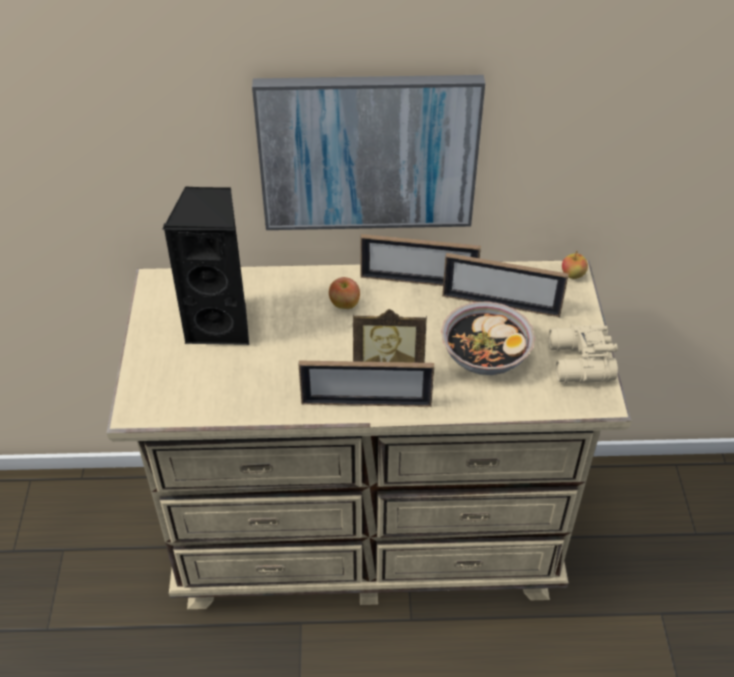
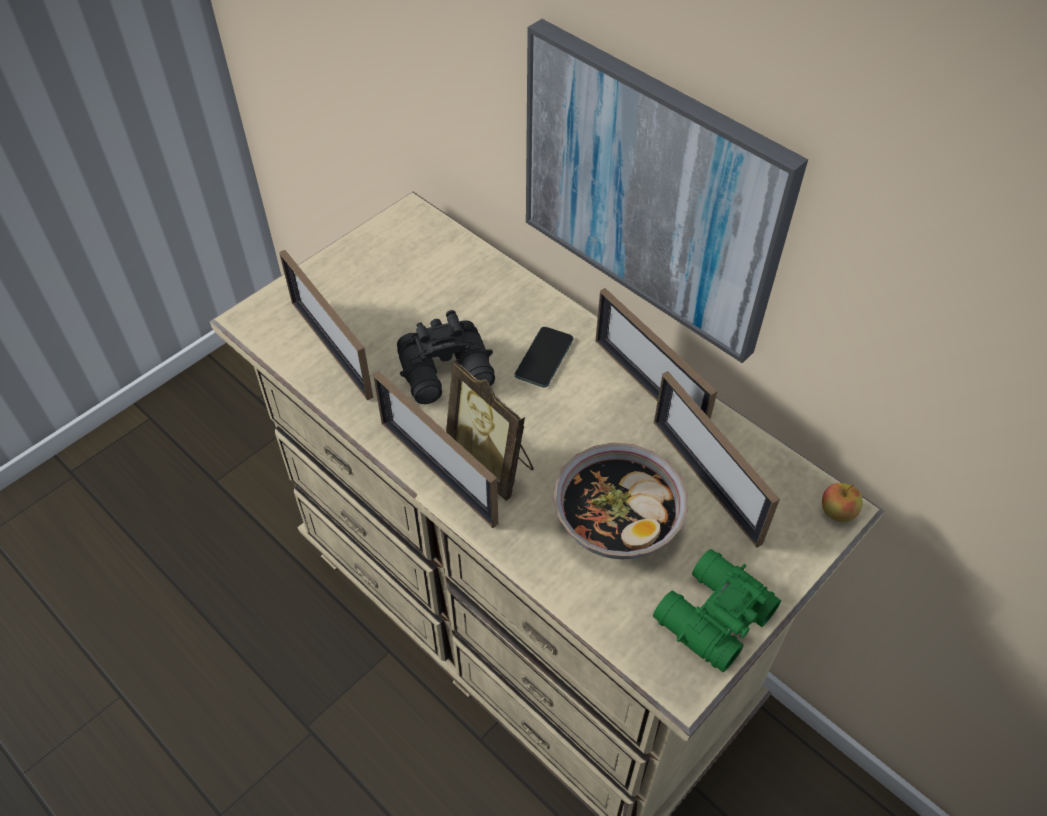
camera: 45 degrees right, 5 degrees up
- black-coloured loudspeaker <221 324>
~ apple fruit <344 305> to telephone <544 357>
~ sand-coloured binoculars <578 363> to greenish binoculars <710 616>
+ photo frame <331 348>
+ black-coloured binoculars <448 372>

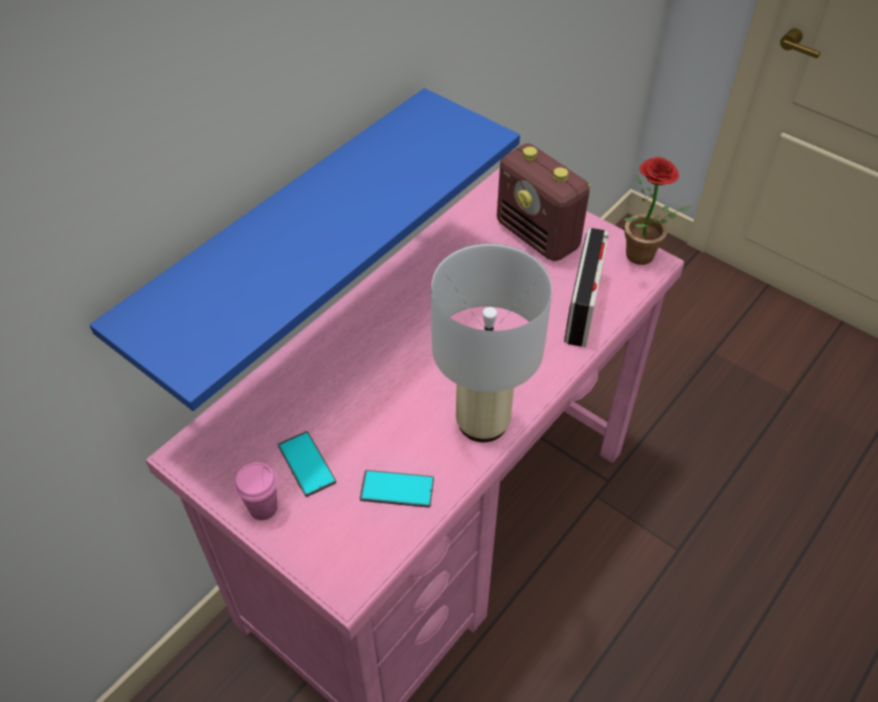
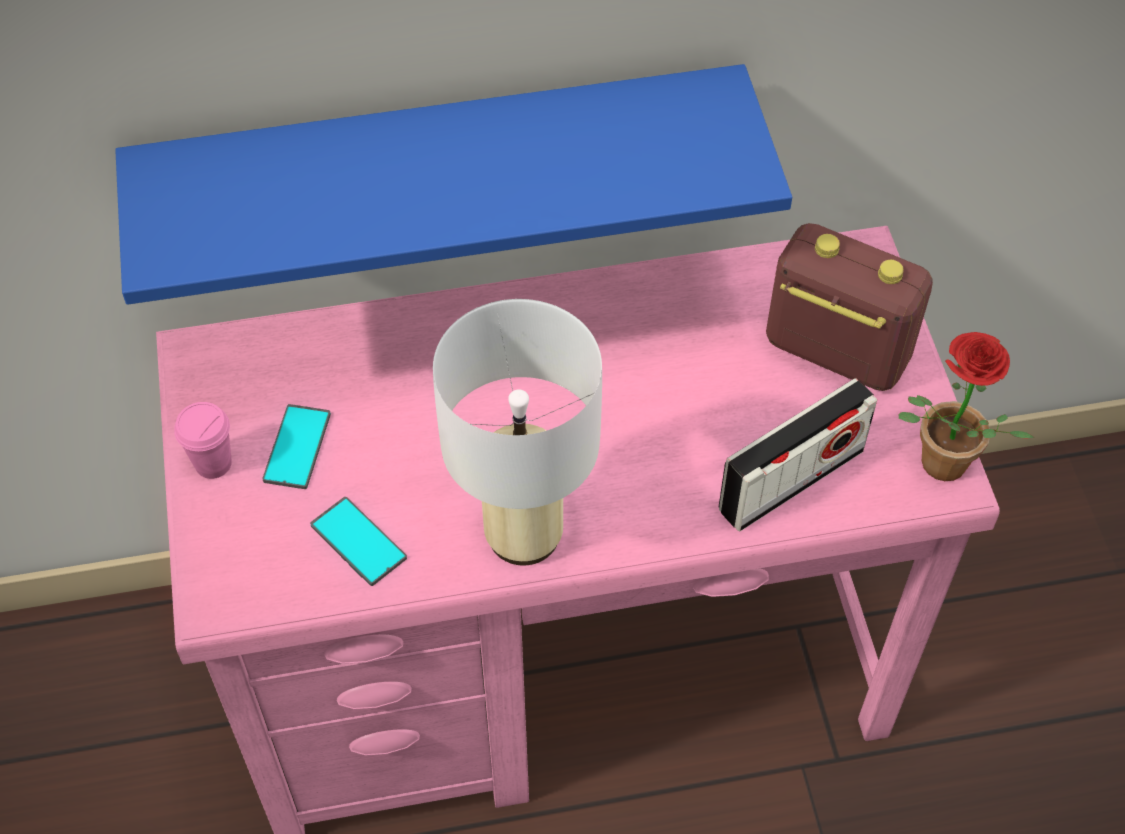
camera: 40 degrees right, 5 degrees up
~ radio <538 236> = <834 351> 120 degrees clockwise

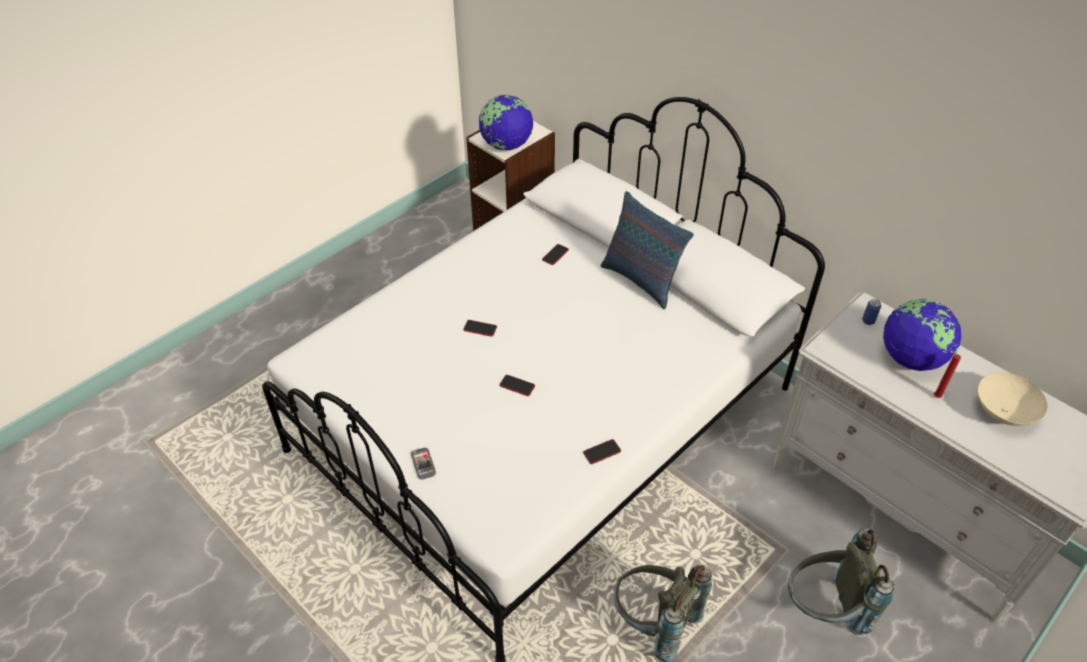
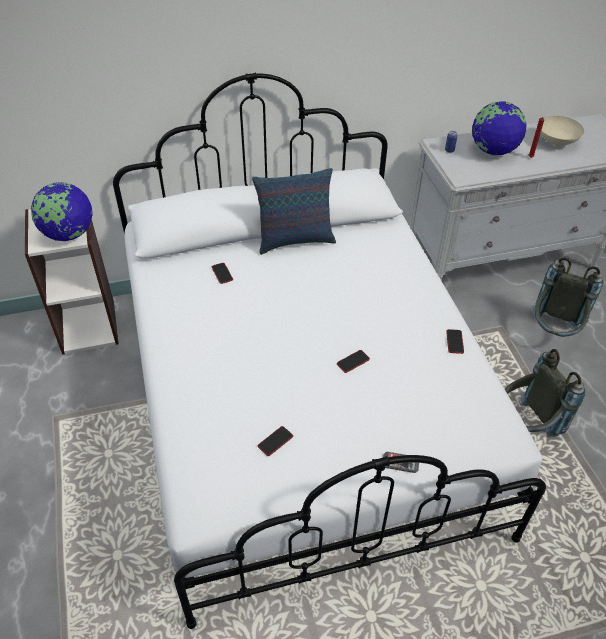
camera: 60 degrees left, 0 degrees up
~ telephone <480 328> to <275 441>

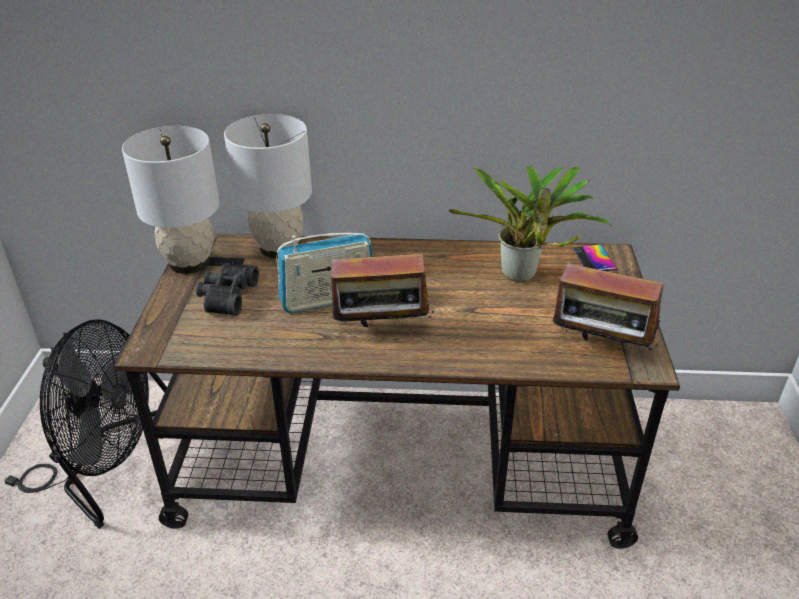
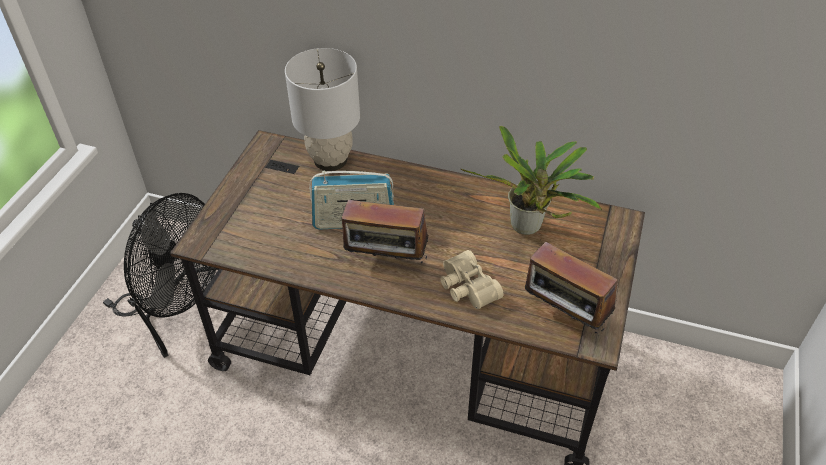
camera: 15 degrees right, 10 degrees up
- white-coloured tabletop lamp <190 262>
- telephone <594 259>
- black-coloured binoculars <226 296>
+ sand-coloured binoculars <466 288>

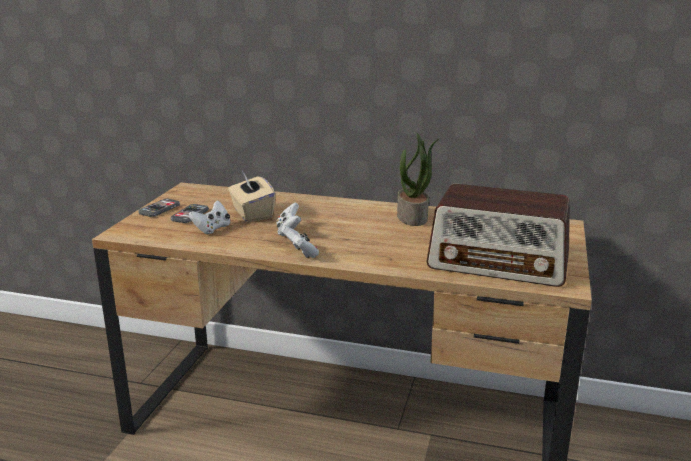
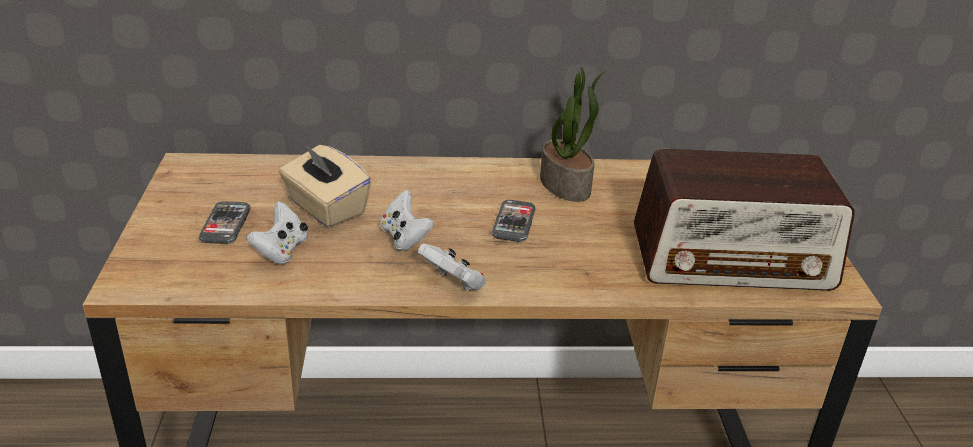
camera: 20 degrees left, 10 degrees up
~ telephone <159 209> to <513 223>

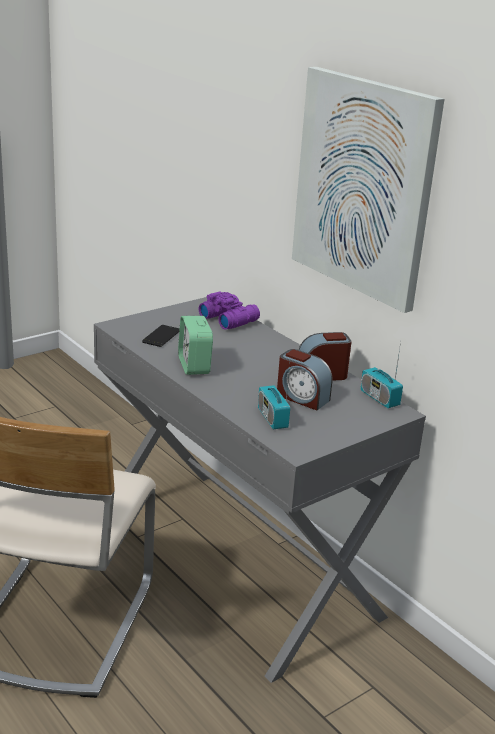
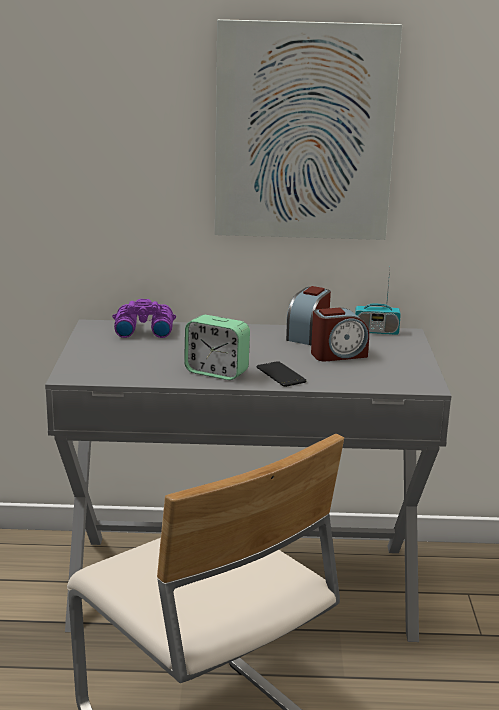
camera: 50 degrees left, 5 degrees down
~ telephone <161 336> to <281 375>
- radio <272 418>

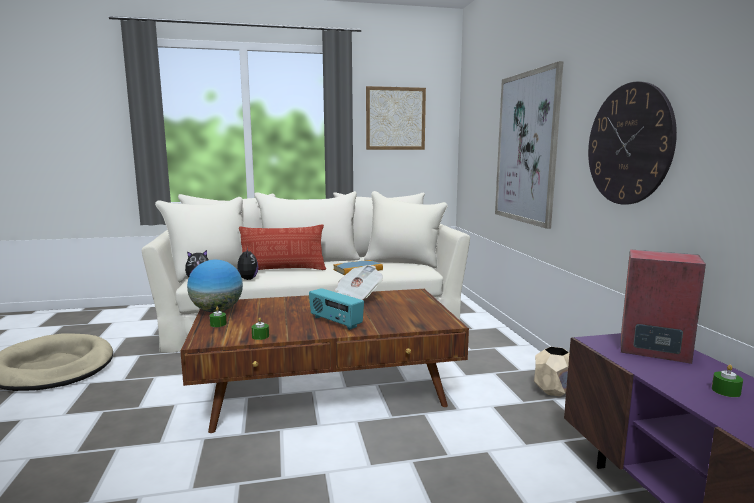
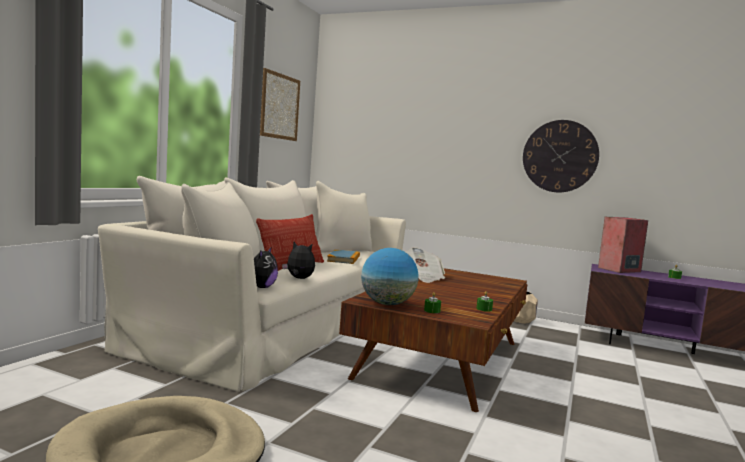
camera: 55 degrees left, 5 degrees down
- wall picture <526 148>
- radio <335 322>

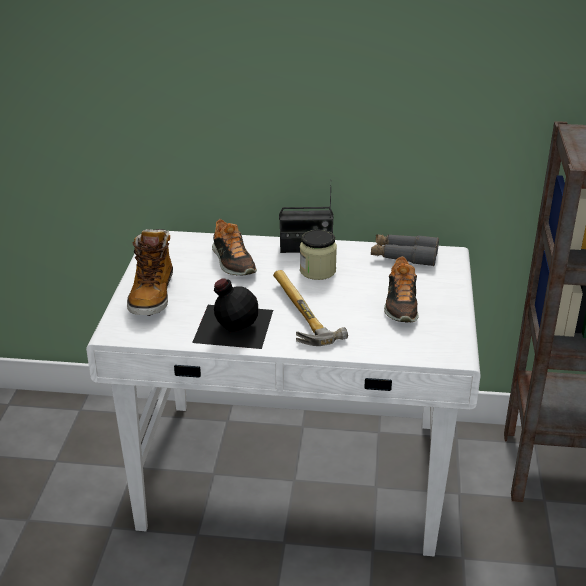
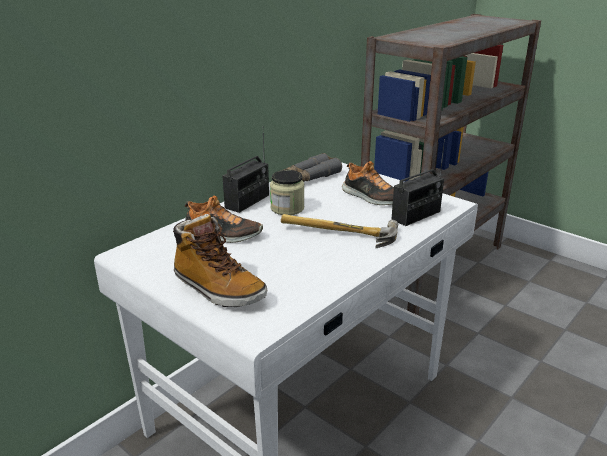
camera: 55 degrees left, 5 degrees down
- black-coloured drink bottle <232 325>
+ radio <416 215>

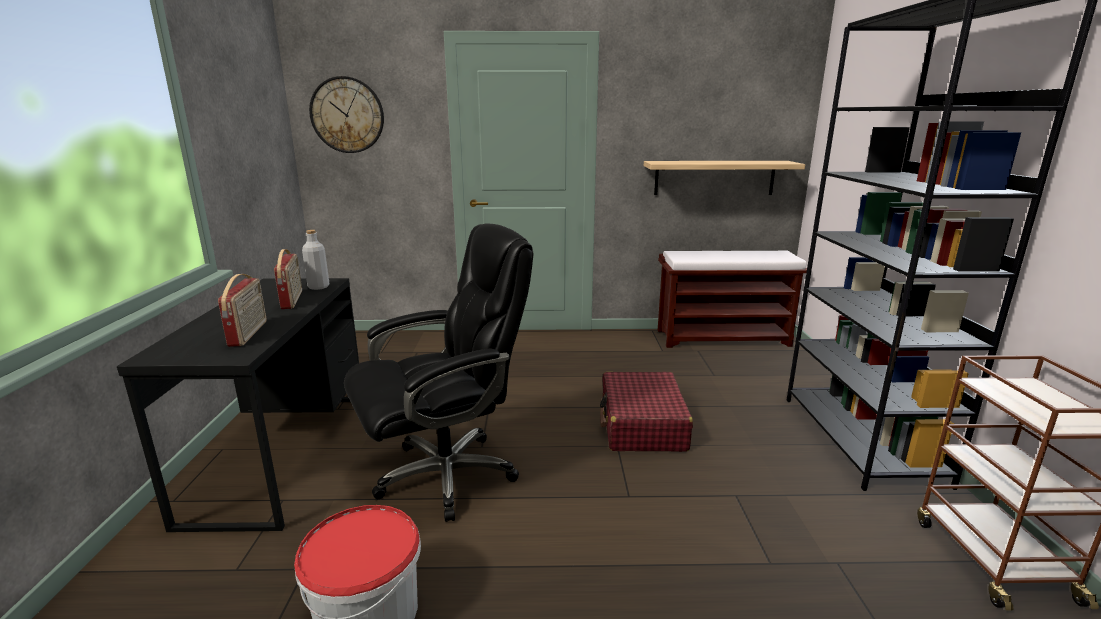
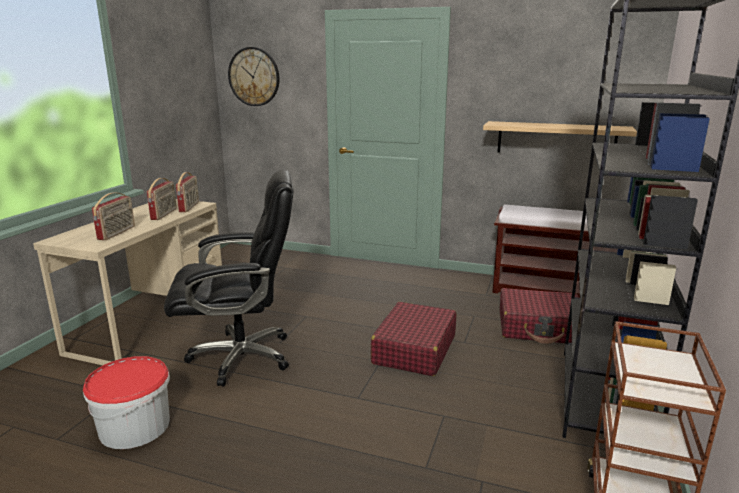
camera: 20 degrees right, 0 degrees up
~ greyish drink bottle <318 287> to radio <189 207>
~ black-coloured desk table <284 453> to sand-coloured desk table <151 322>
+ red piece of luggage <539 328>

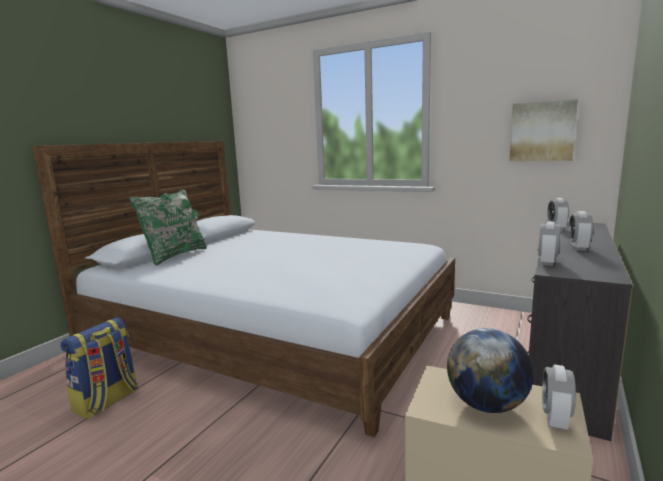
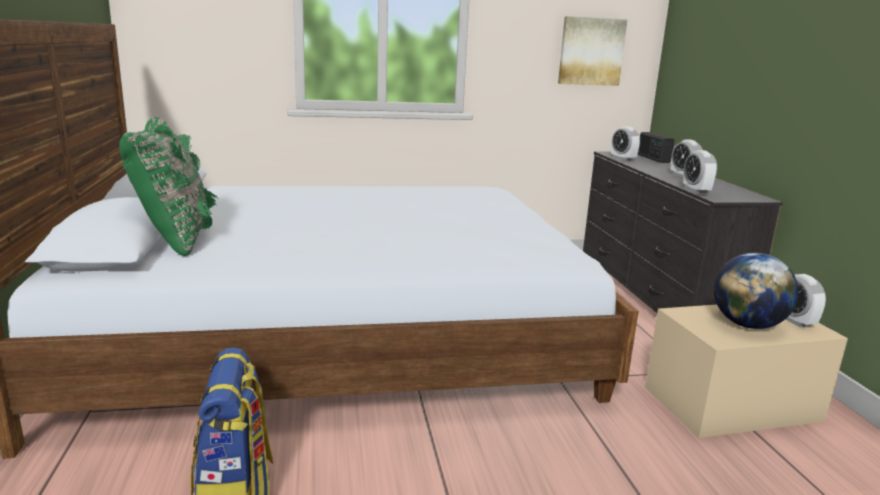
camera: 40 degrees left, 5 degrees up
+ radio <653 158>

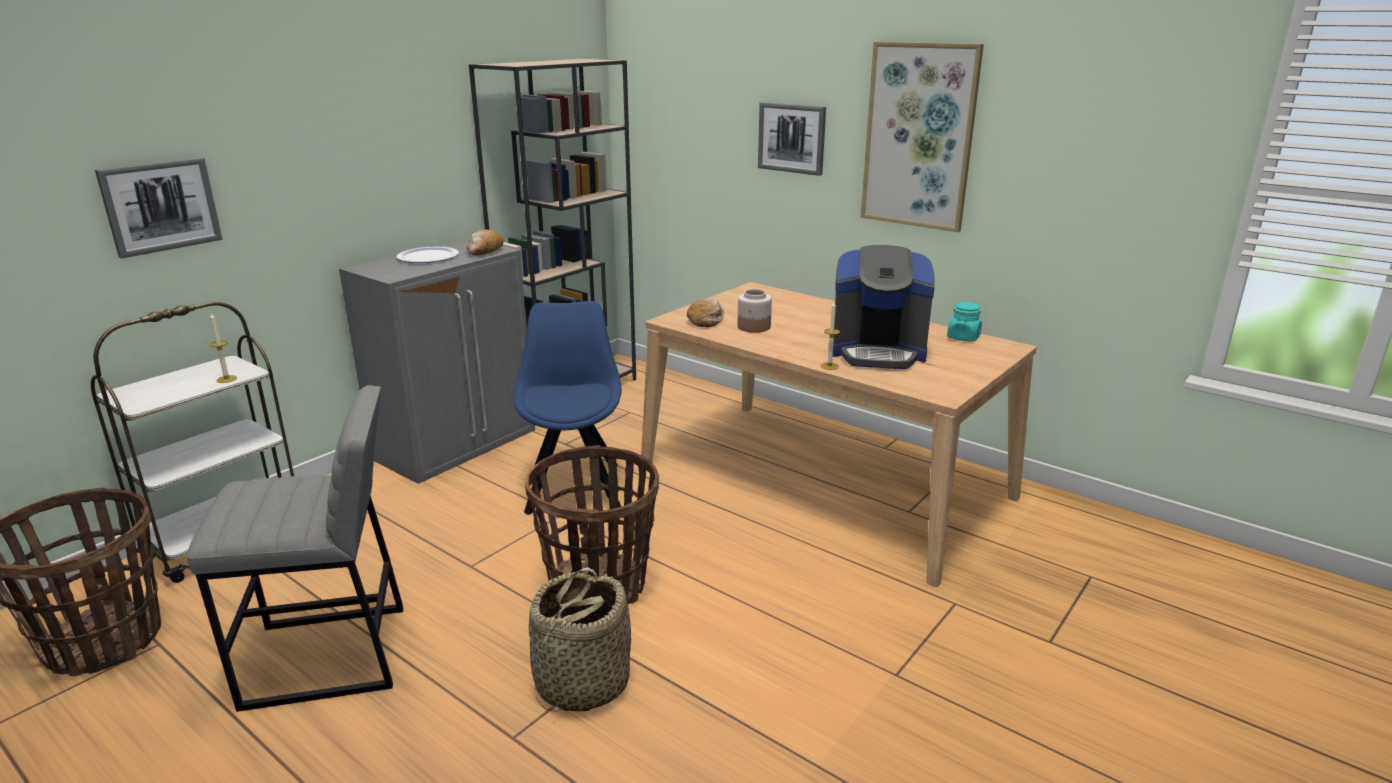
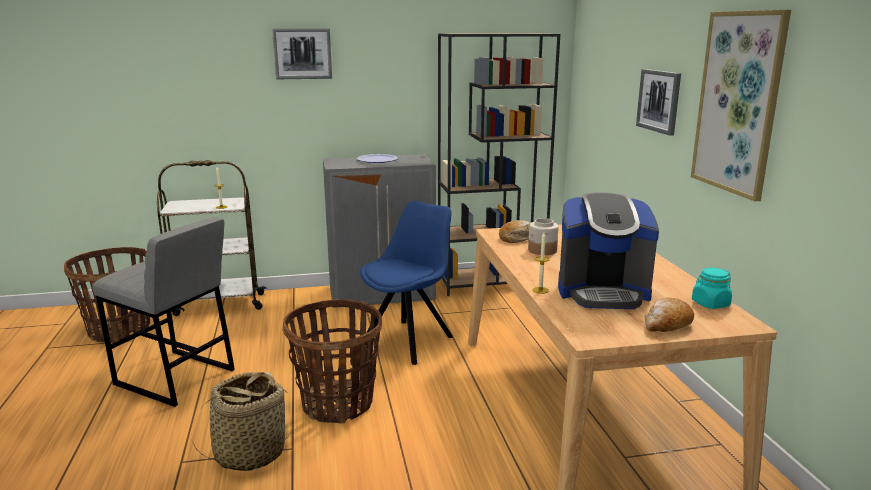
camera: 40 degrees right, 5 degrees down
~ wall picture <160 206> to <302 53>
~ bakery bread <484 251> to <667 324>
~ coffee maker <878 352> = <603 292> 45 degrees counterclockwise

